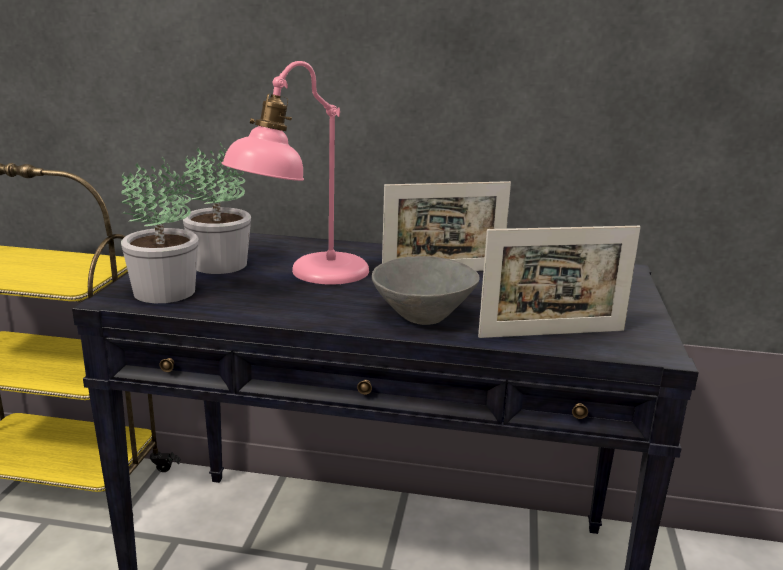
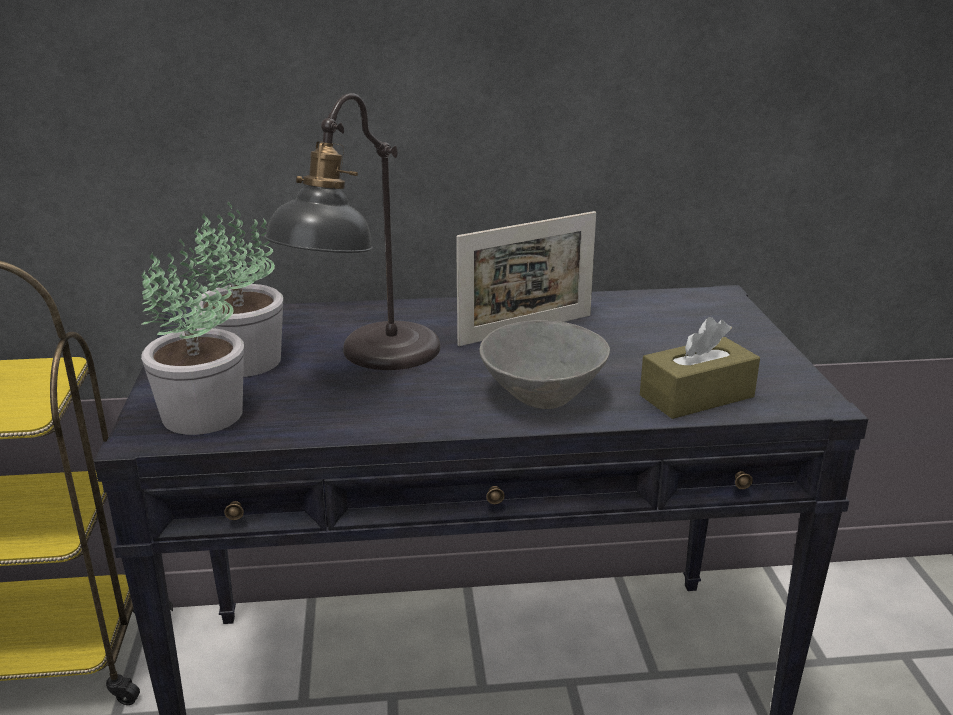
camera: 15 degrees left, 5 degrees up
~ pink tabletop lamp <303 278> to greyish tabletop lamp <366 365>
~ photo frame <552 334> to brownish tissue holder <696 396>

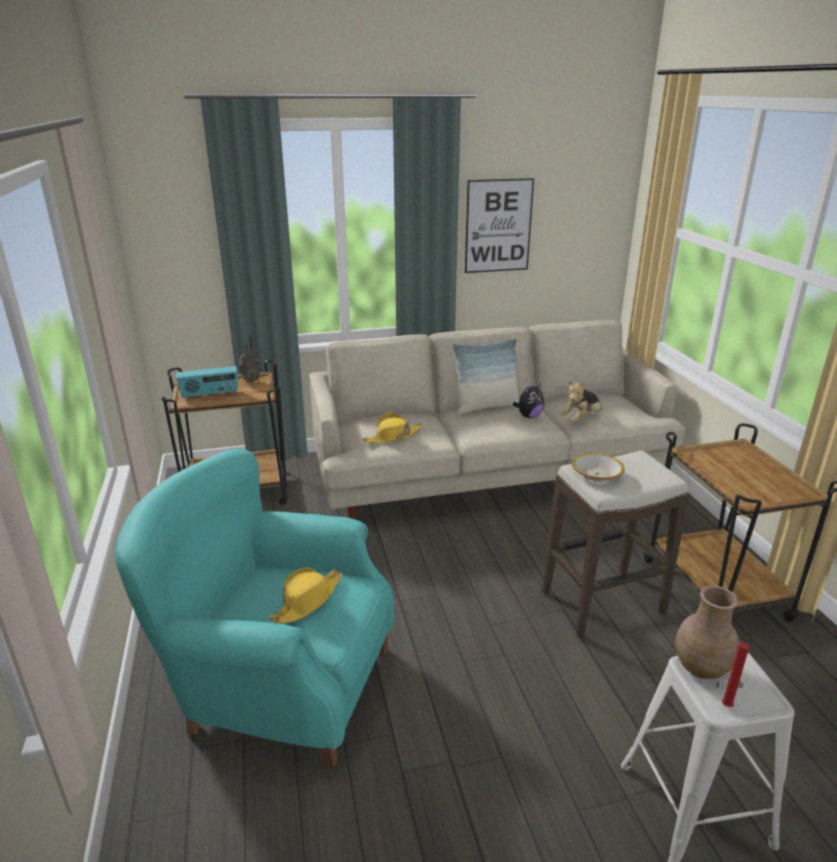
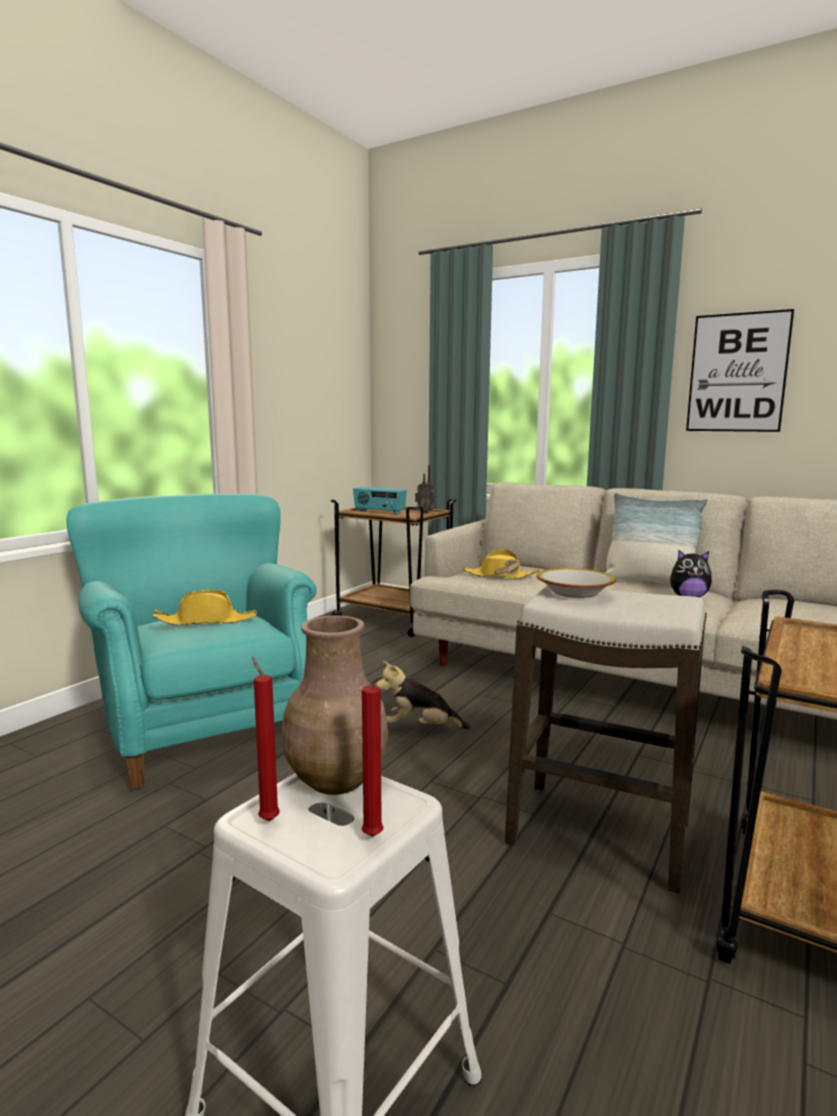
camera: 45 degrees right, 15 degrees down
~ soft toy <581 419> to <420 728>
+ red wax light <374 838>

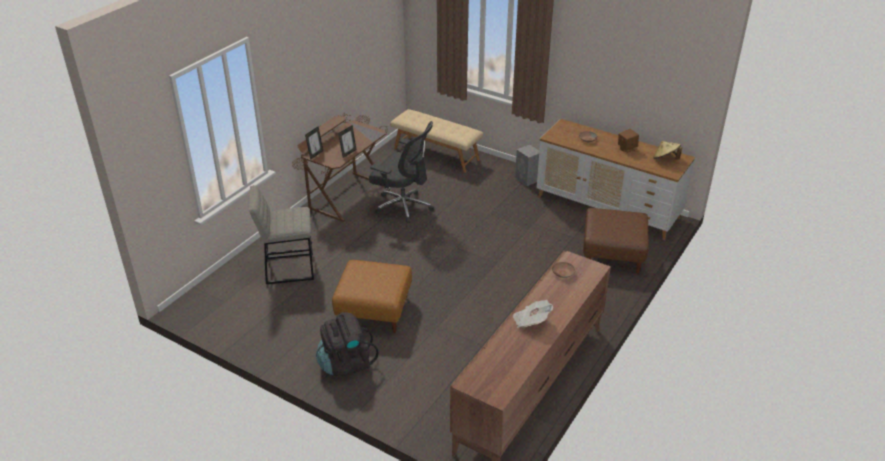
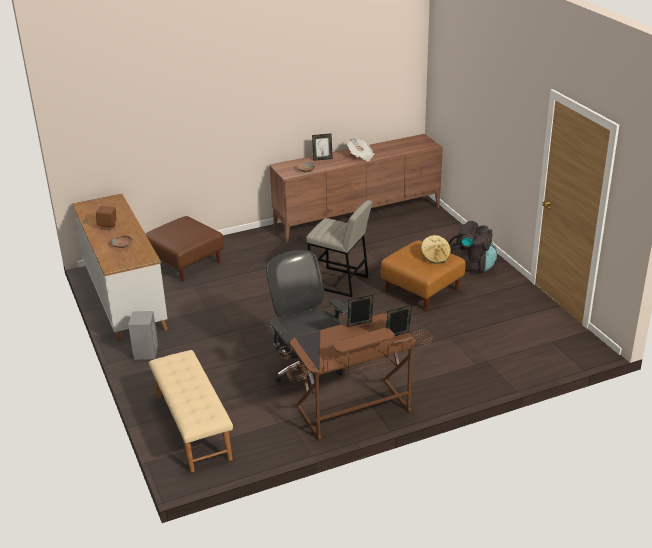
camera: 145 degrees left, 5 degrees down
~ sand-coloured hat <665 159> to <435 257>
~ greyish upright chair <288 269> to <340 282>
+ photo frame <322 159>

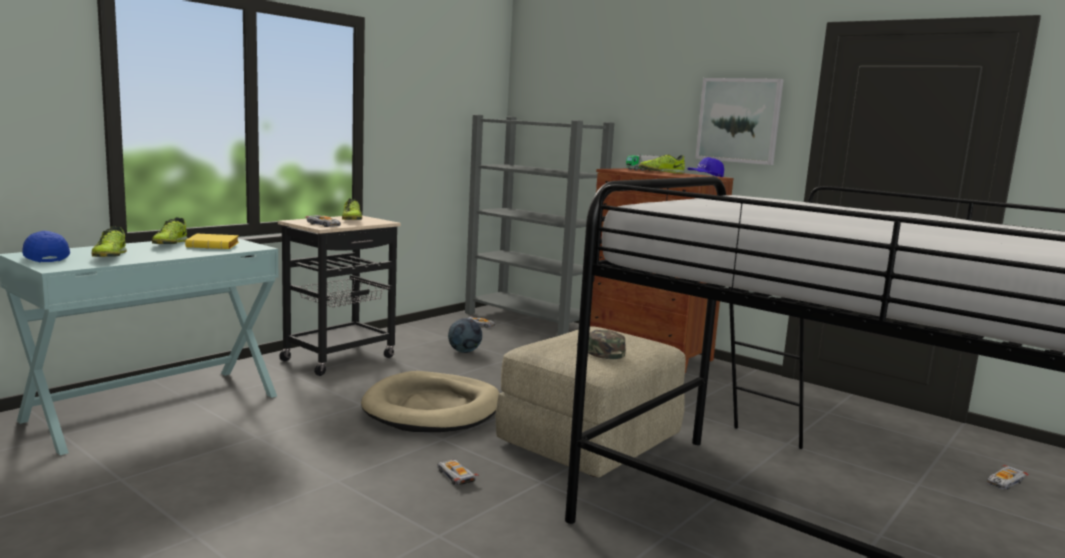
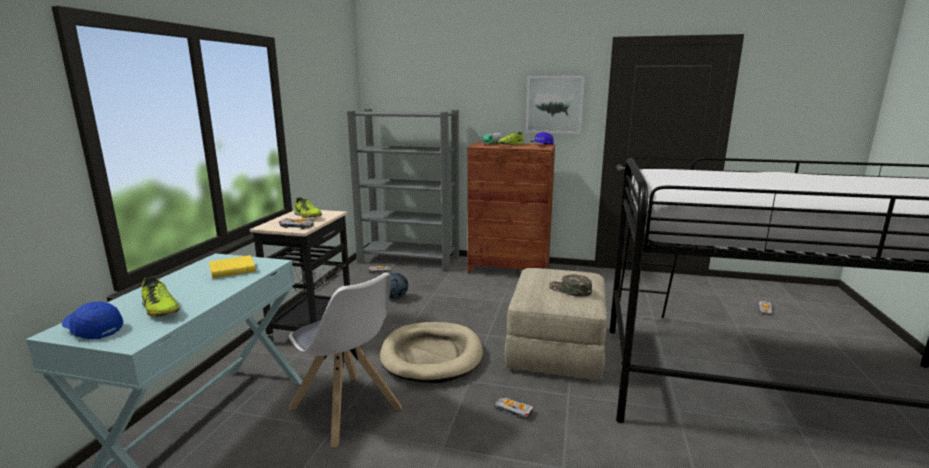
camera: 25 degrees left, 5 degrees up
- item of footwear <170 244>
+ upright chair <347 410>

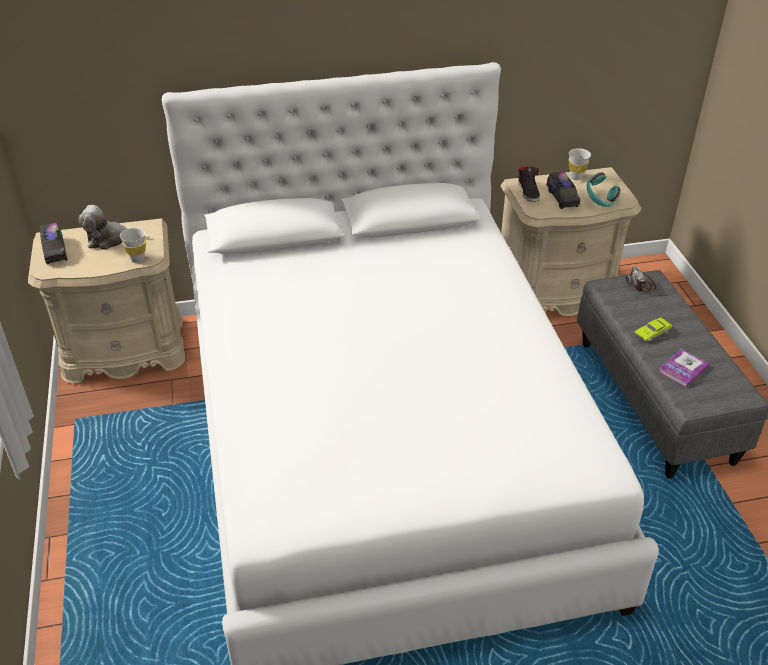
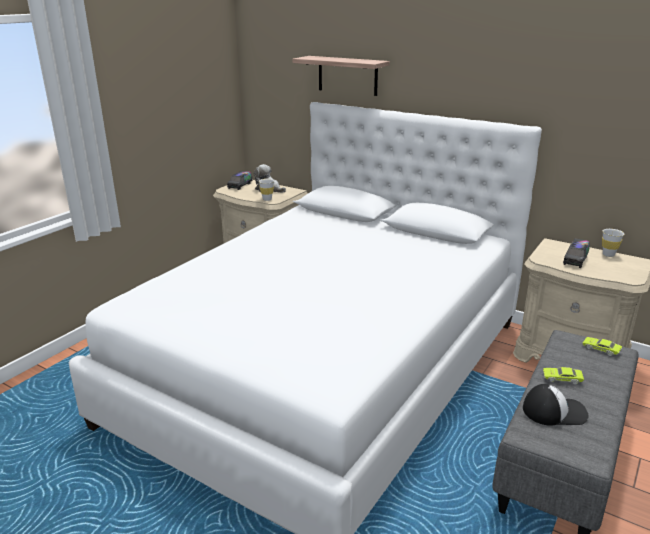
camera: 45 degrees right, 15 degrees down
- black-coloured item of footwear <528 191>
- blue-green headset <599 202>
~ photo camera <641 284> to greenish model car <601 349>
~ book <683 369> to peaked cap <554 411>
+ wall shelf <347 75>

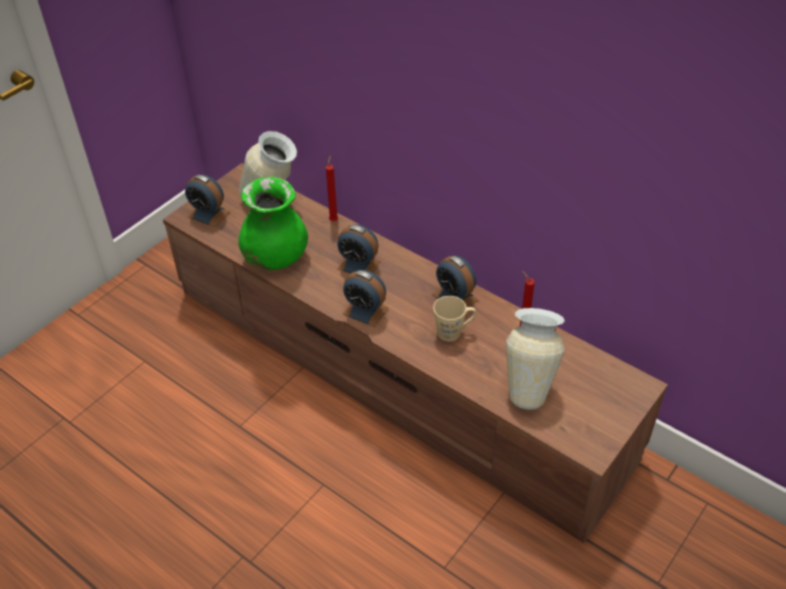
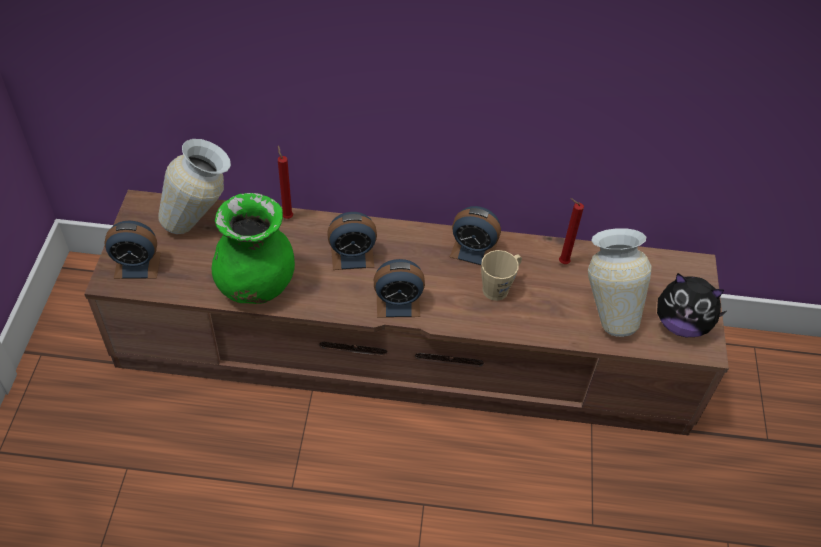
camera: 35 degrees left, 5 degrees up
+ soft toy <681 324>

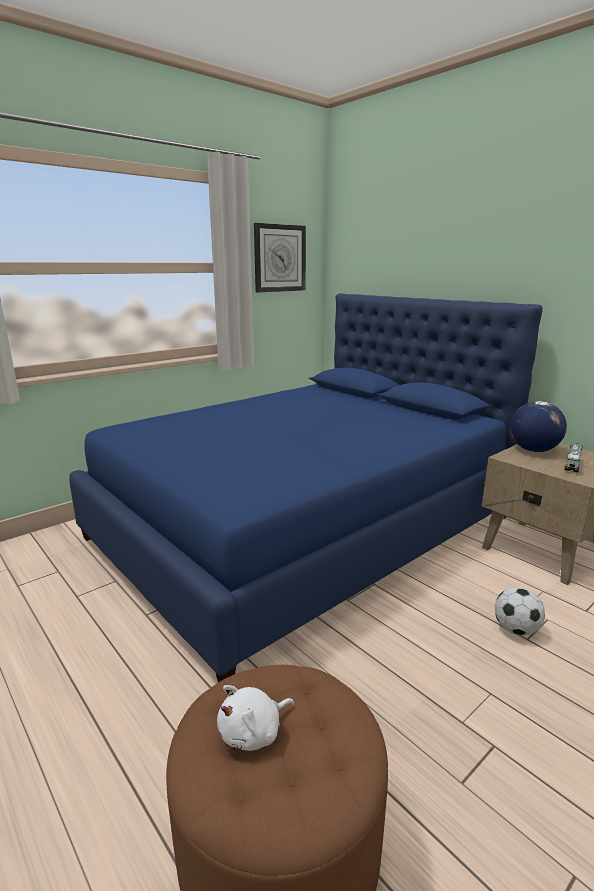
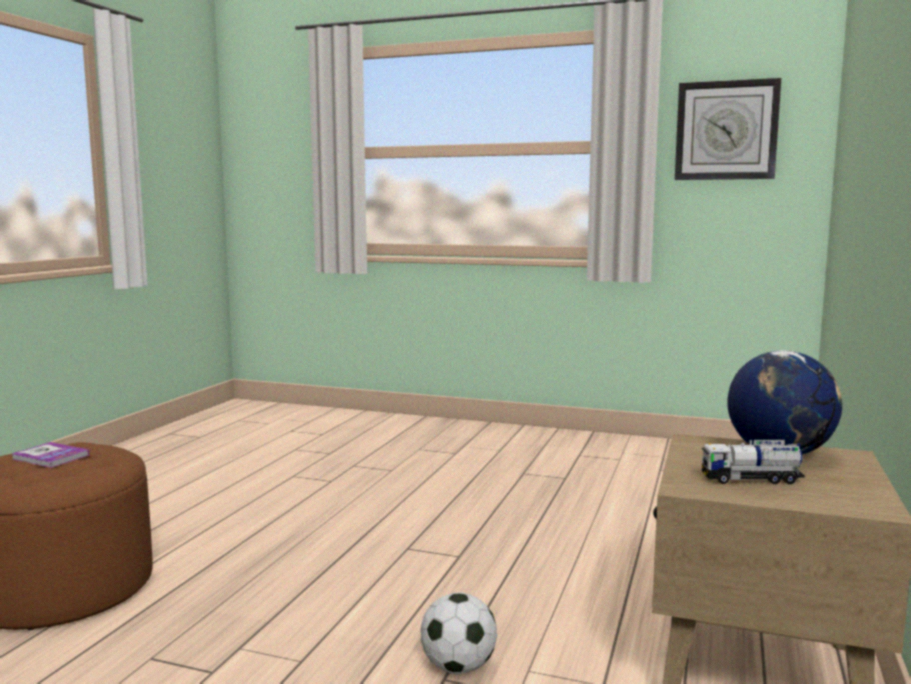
camera: 60 degrees right, 10 degrees down
- blue-coloured bedroom bed <304 526>
~ white-coloured soft toy <253 732> to book <50 457>

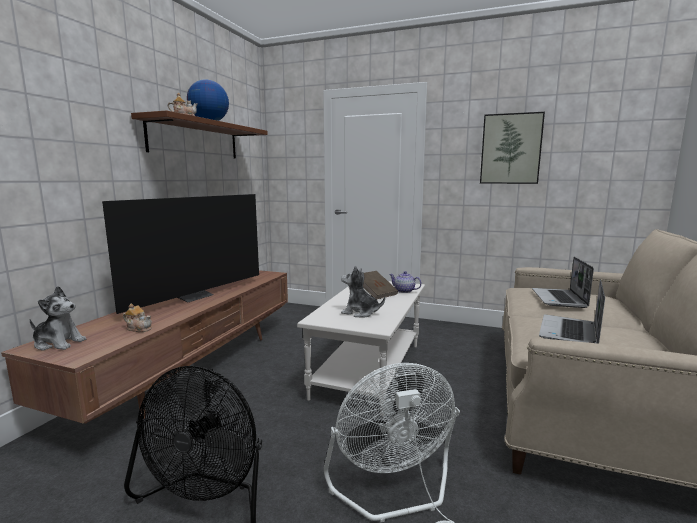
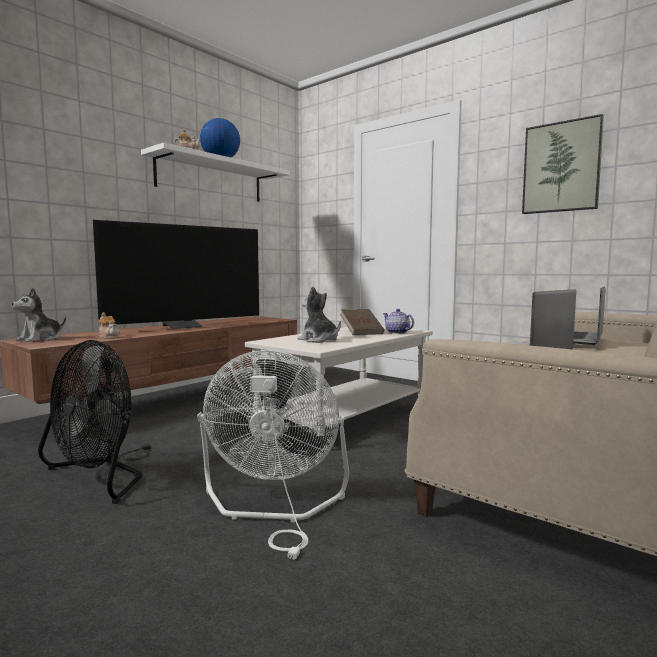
camera: 20 degrees right, 5 degrees down
~ brownish wall shelf <195 140> to white-coloured wall shelf <211 179>
~ soft toy <58 343> = <41 339> 90 degrees clockwise

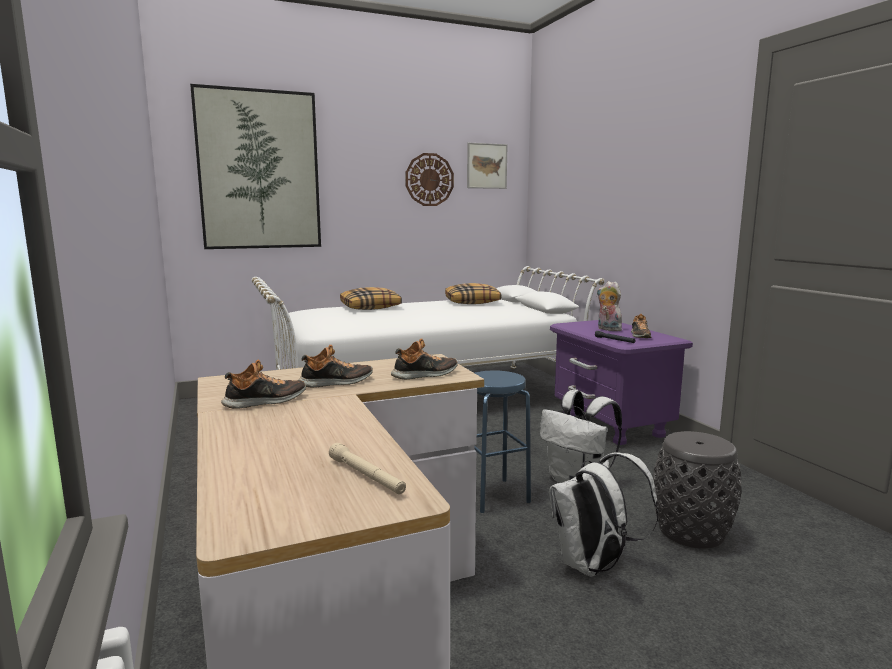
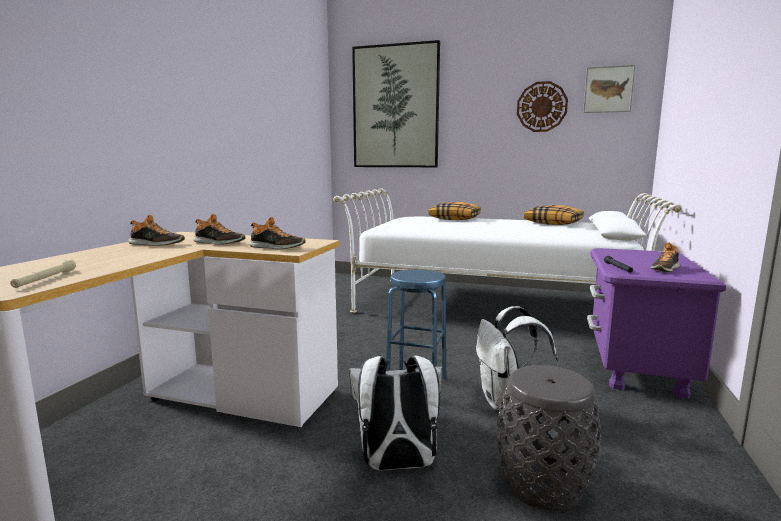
camera: 40 degrees right, 0 degrees up
- soft toy <607 329>

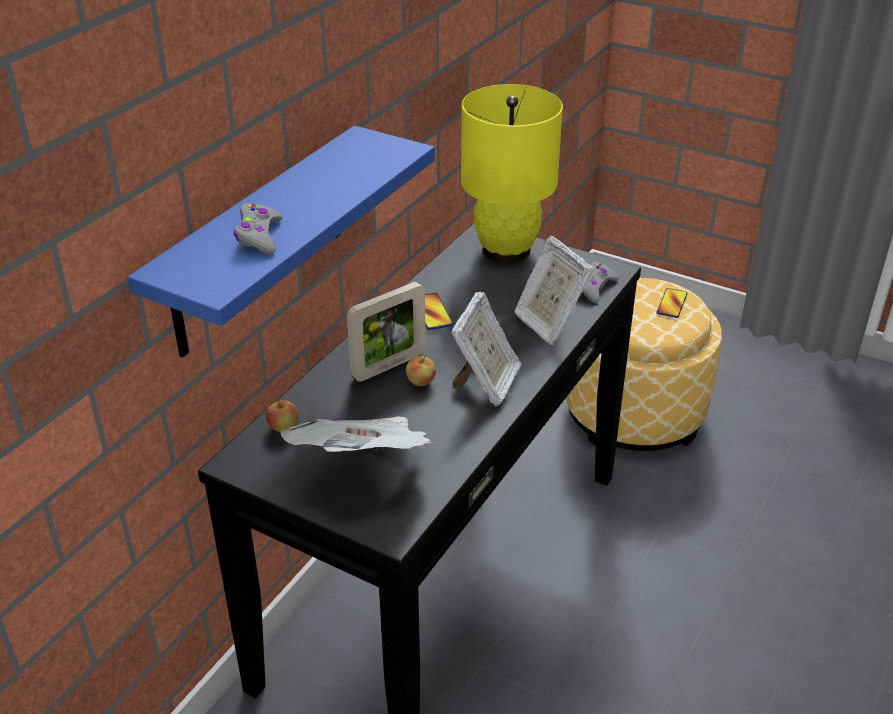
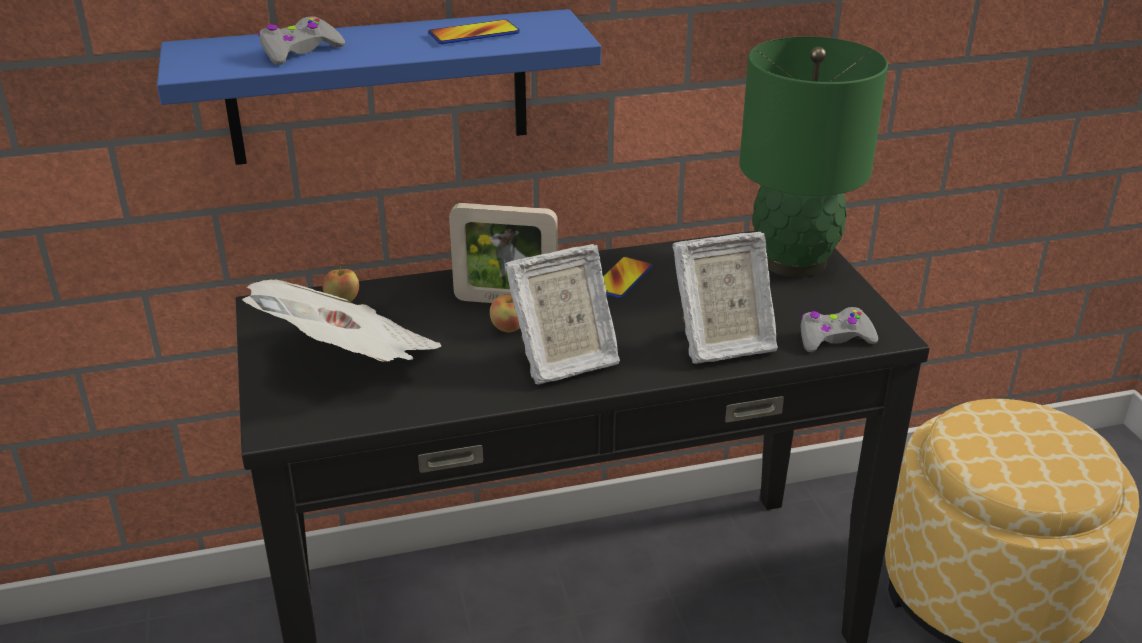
camera: 45 degrees right, 5 degrees down
~ yellowish tabletop lamp <506 250> to greenish tabletop lamp <794 262>
~ photo frame <548 323> = <722 345> 120 degrees counterclockwise
~ telephone <672 304> to <474 34>

